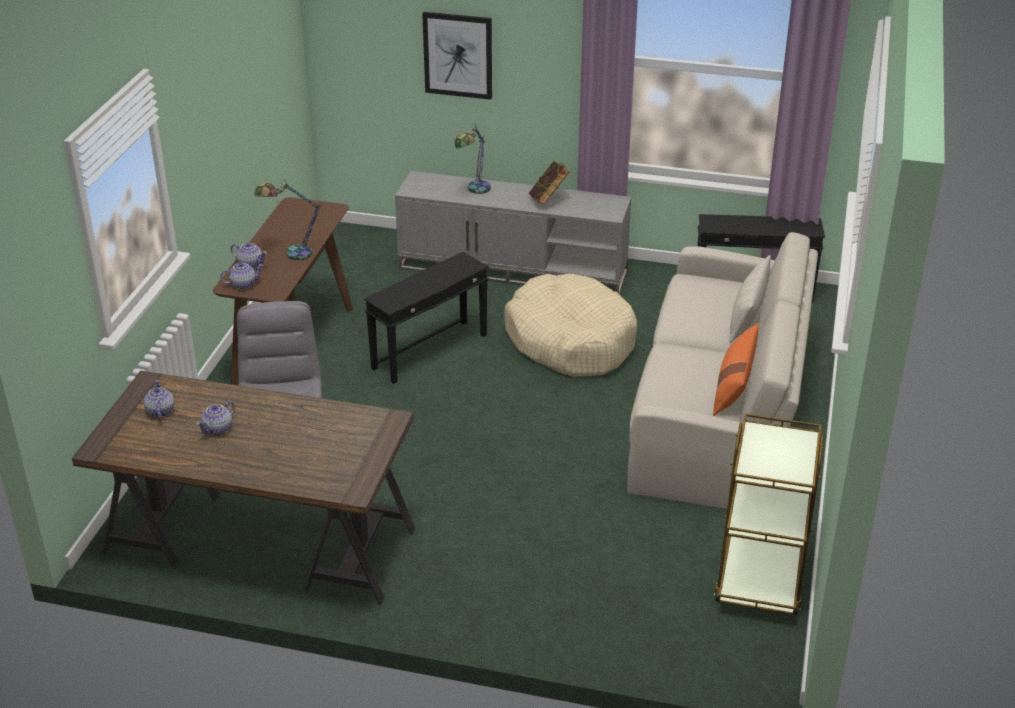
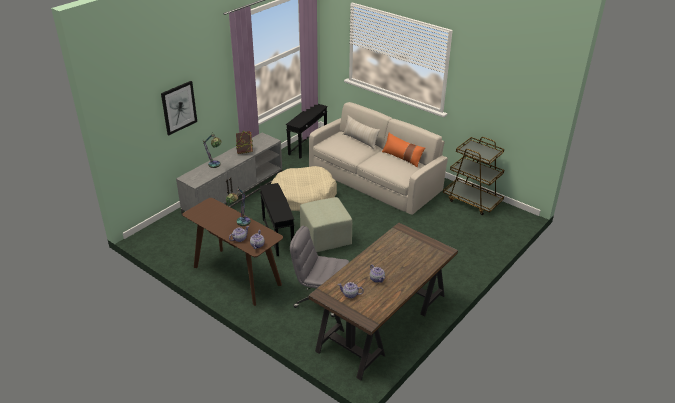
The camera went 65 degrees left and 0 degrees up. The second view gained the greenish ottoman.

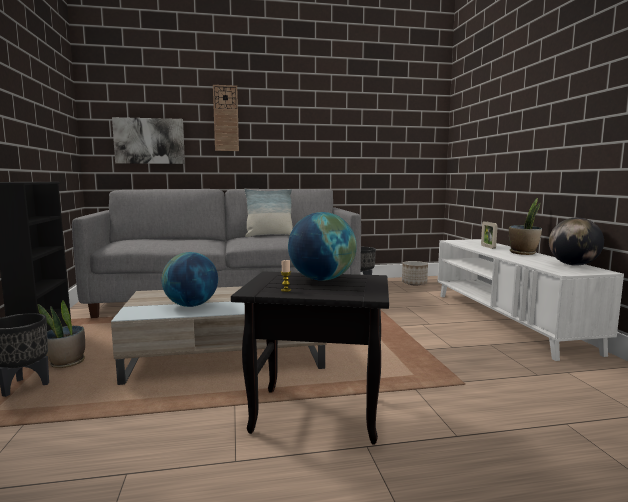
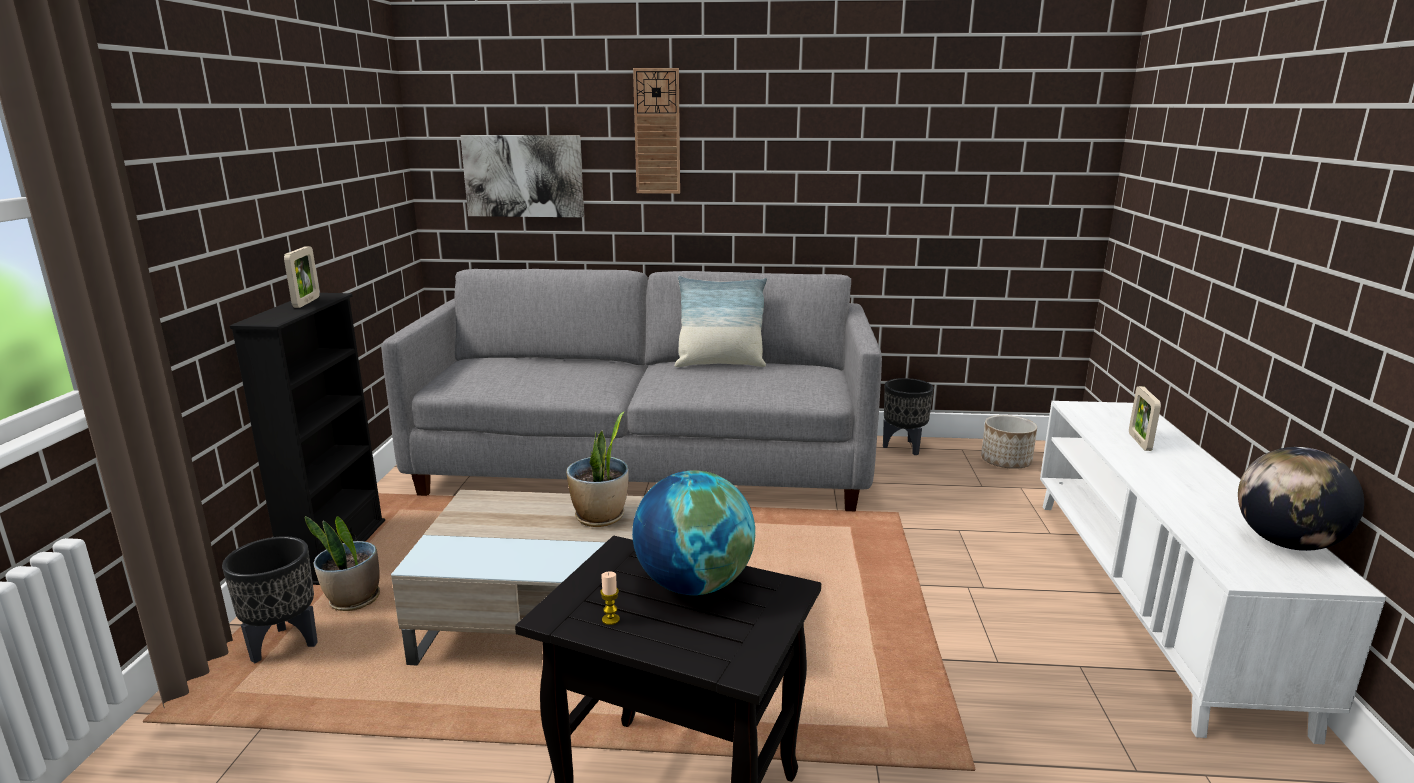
The camera went 15 degrees right and 10 degrees up. The second view lost the desk globe (no. 1 from left). The houseplant (no. 2 from left) ended up elsewhere. The second view gained the picture frame (no. 1 from left).

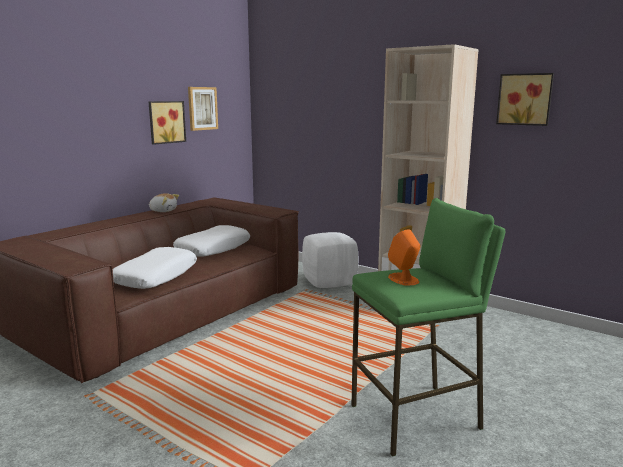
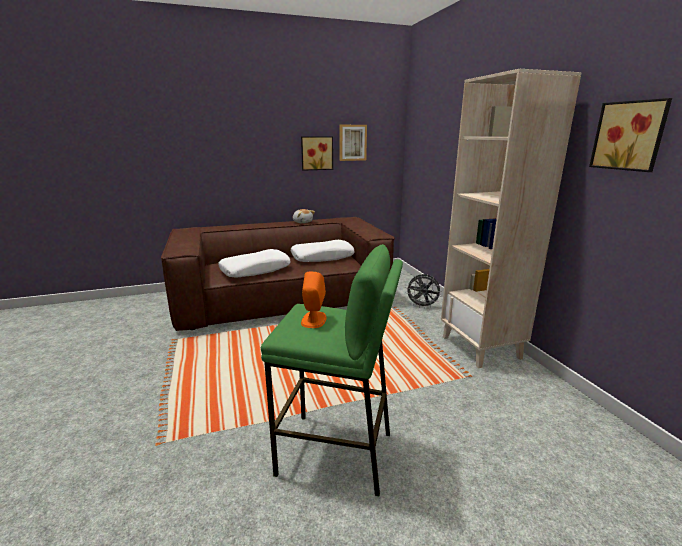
The camera went 35 degrees right and 5 degrees up. Where the whitish ottoman stood, the grey fan came to stand.

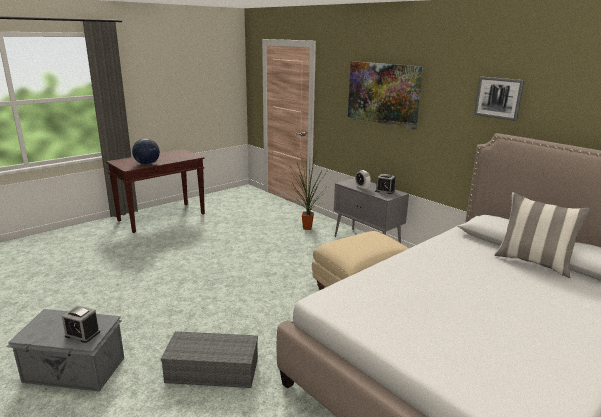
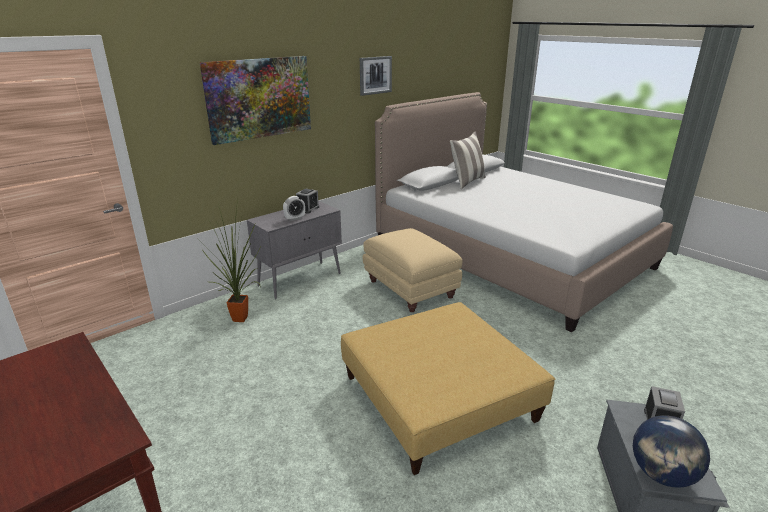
The camera went 90 degrees left and 5 degrees up. The desk globe ended up elsewhere. The second view lost the grey storage box (no. 2 from left). The second view gained the beige-coloured ottoman (no. 2 from left).

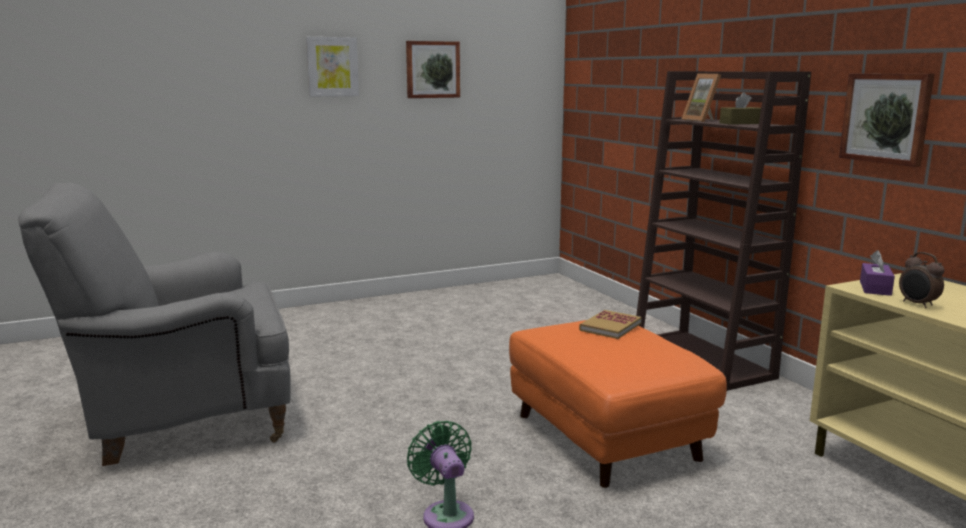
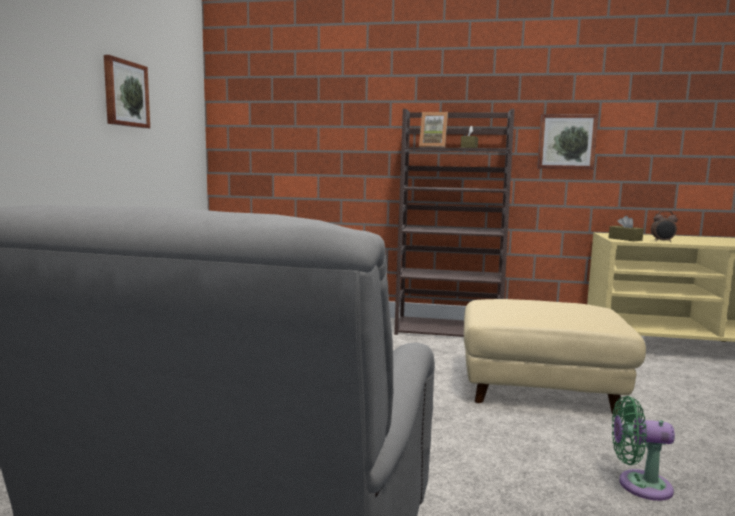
The camera went 55 degrees left and 5 degrees down. The second view lost the wall picture (no. 1 from left). What was the orange-coloured ottoman turned into the beige-coloured ottoman. The second view lost the bound book. What was the purple tissue holder turned into the brown-coloured tissue holder (no. 2 from left).

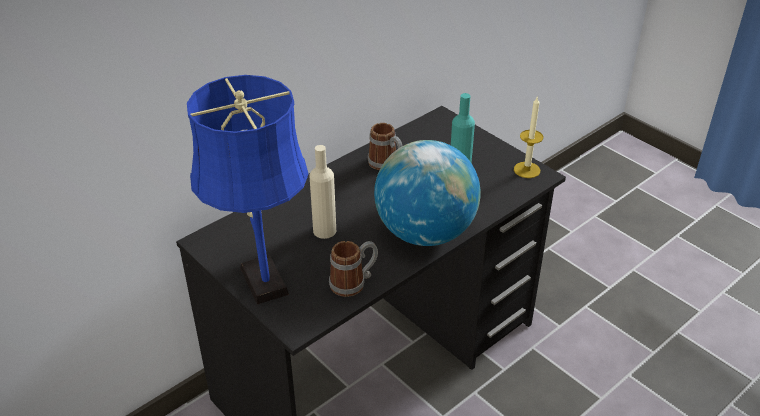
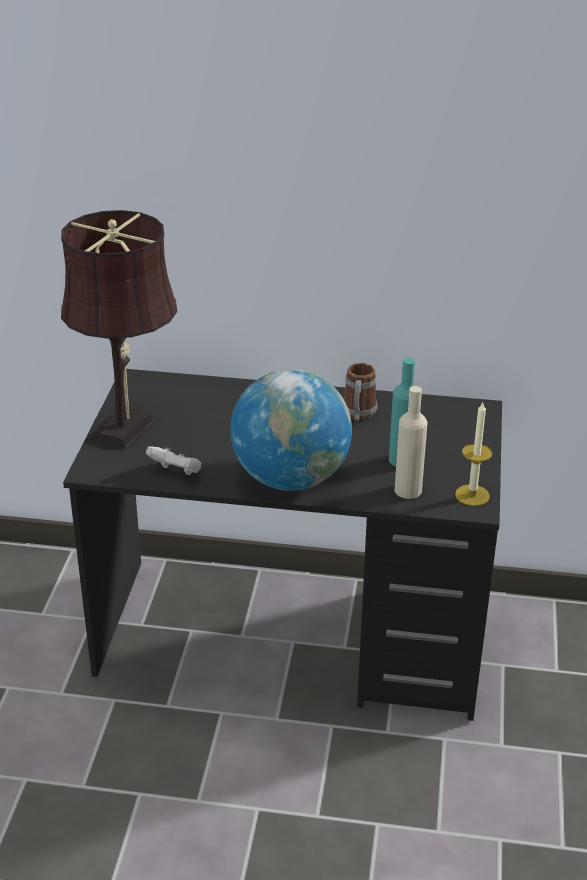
The camera went 50 degrees right and 5 degrees down. What was the blue lamp for a table turned into the brown-coloured lamp for a table. The beige-coloured drink bottle ended up elsewhere. Where the tea mug (no. 1 from left) stood, the whitish gamepad came to stand.

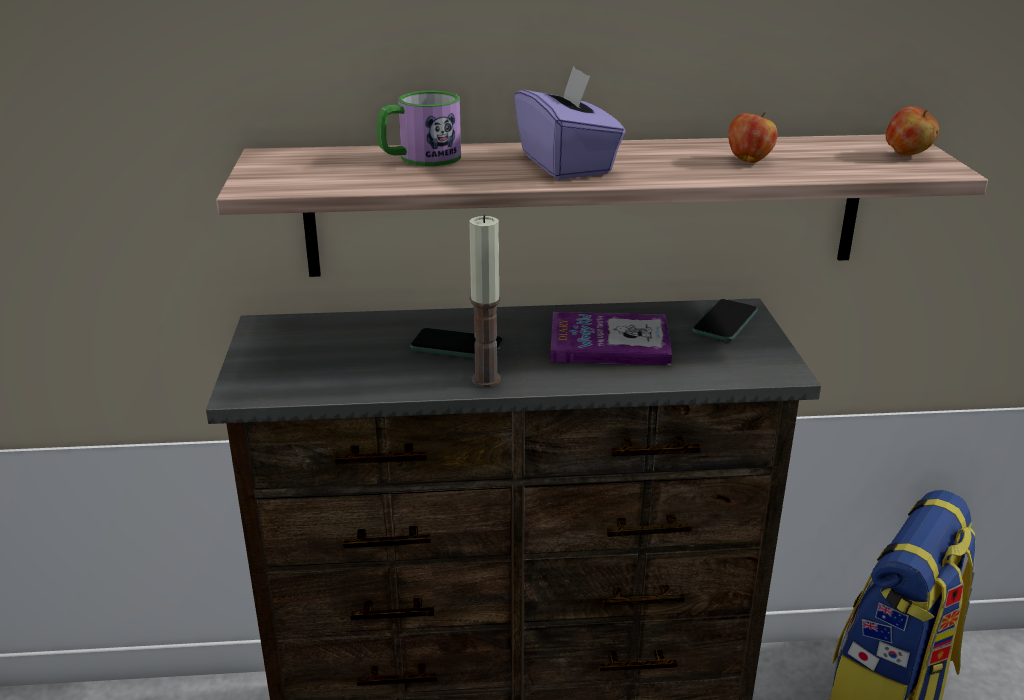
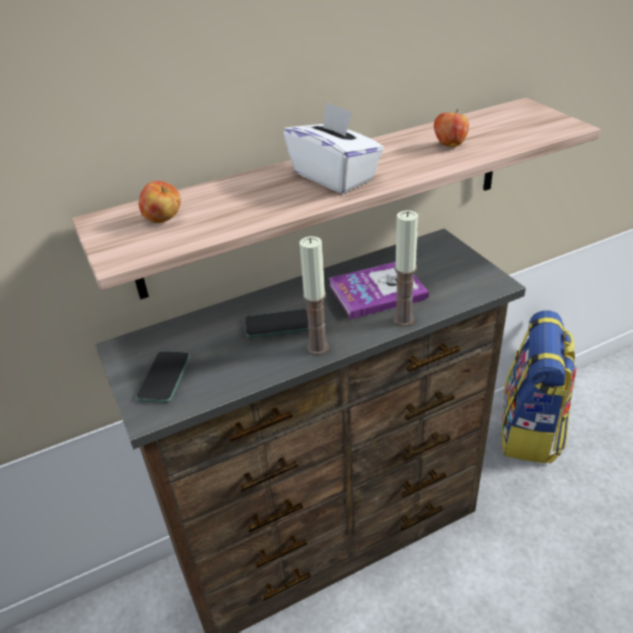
The camera went 20 degrees left and 10 degrees up. The second view lost the tea mug. What was the purple tissue holder turned into the whitish tissue holder. The handset (no. 2 from left in the first image) ended up elsewhere. The whole apple (no. 2 from left in the first image) ended up elsewhere. The second view gained the candle (no. 2 from left).

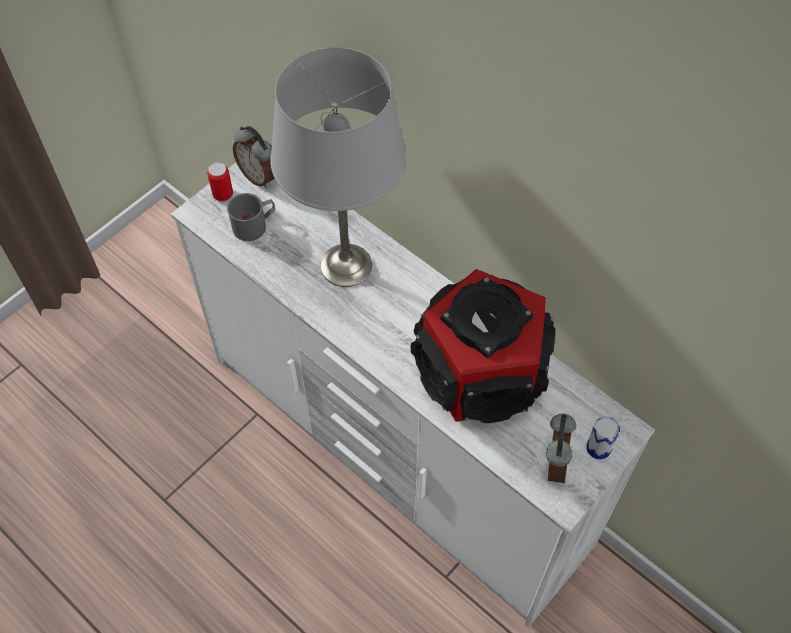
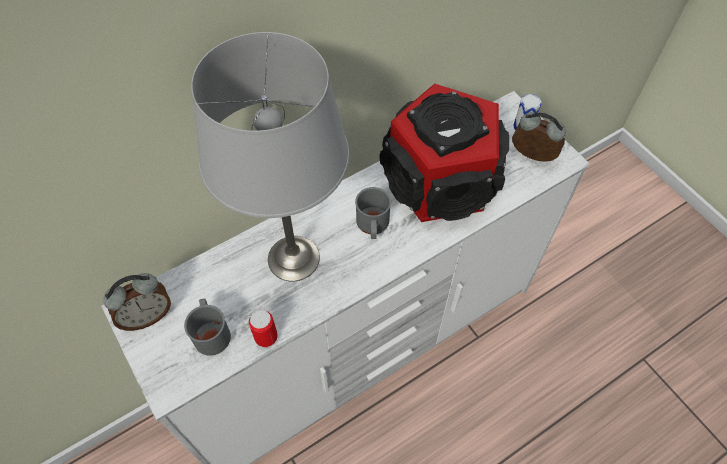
The camera went 75 degrees left and 0 degrees up. The metal can (no. 1 from left) ended up elsewhere. The second view gained the grey tea mug (no. 2 from left).

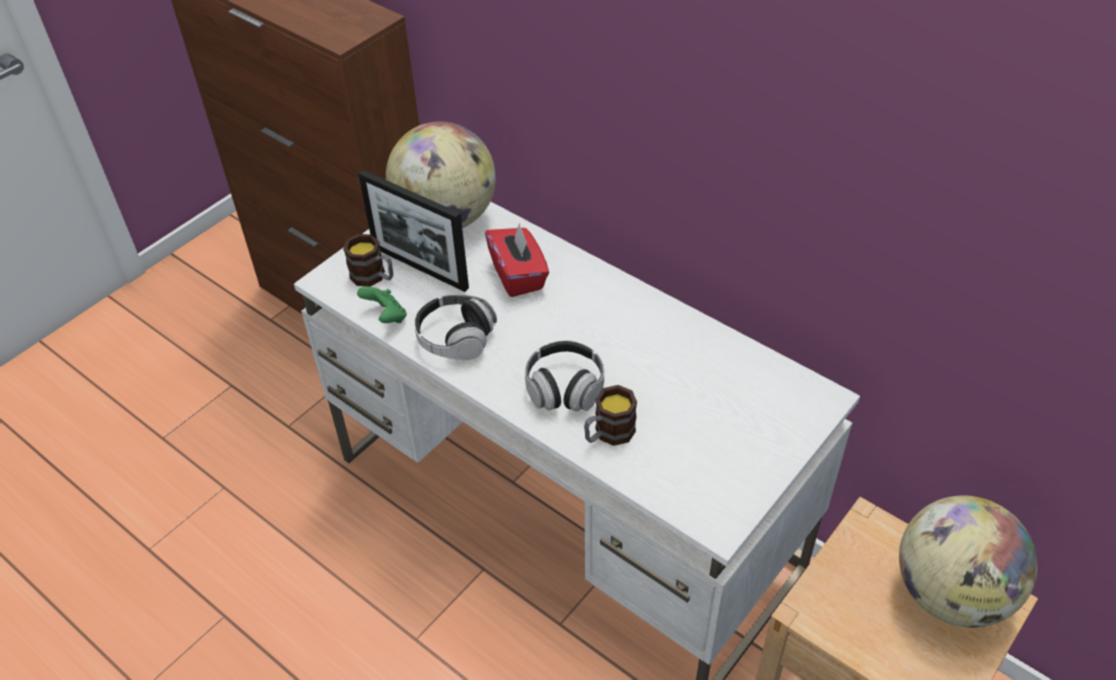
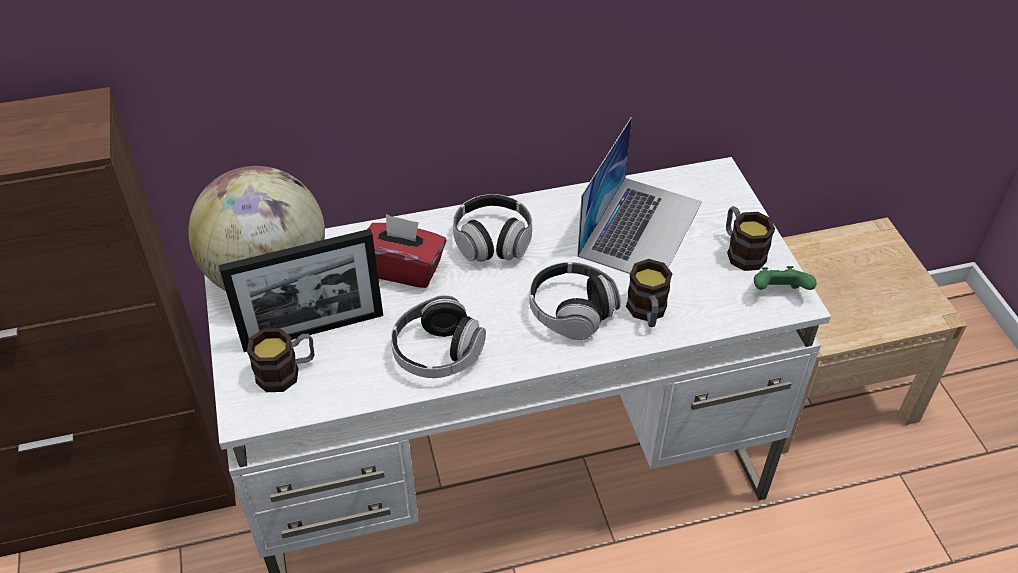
The camera went 55 degrees left and 0 degrees up. The greenish gamepad ended up elsewhere. The second view lost the desk globe (no. 2 from left). The second view gained the pair of headphones (no. 2 from left). The second view gained the portable computer. The second view gained the tea mug (no. 3 from left).

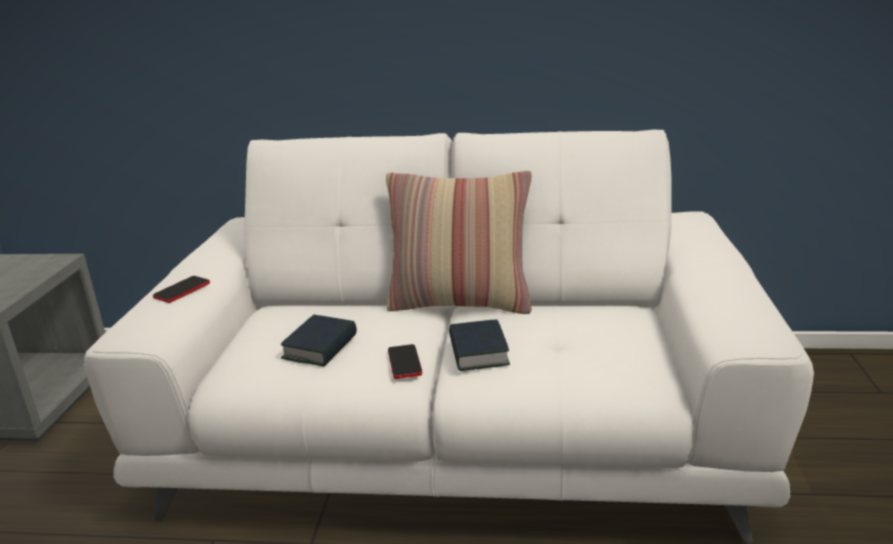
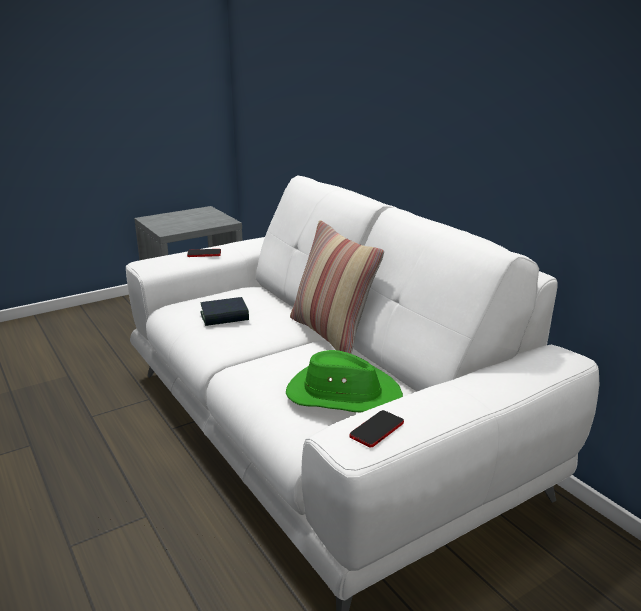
The camera went 50 degrees right and 0 degrees up. The handset (no. 2 from left) ended up elsewhere. The second view lost the bound book (no. 2 from left). The second view gained the greenish hat.

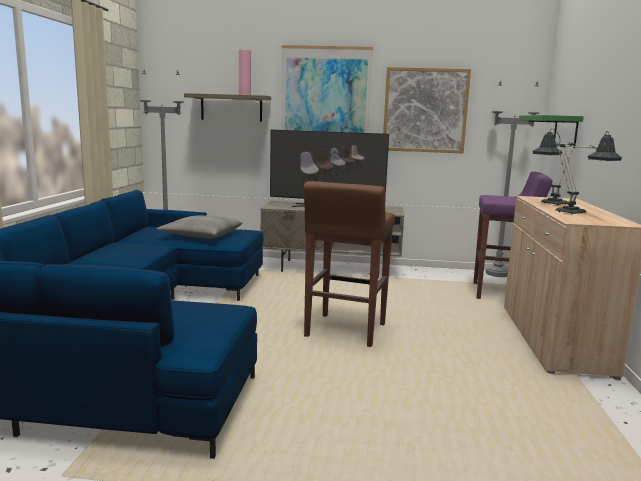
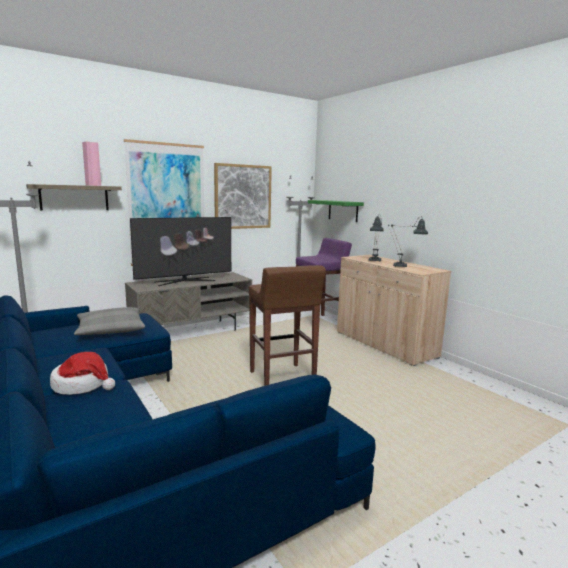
The camera went 40 degrees left and 0 degrees up. The second view gained the hat.

